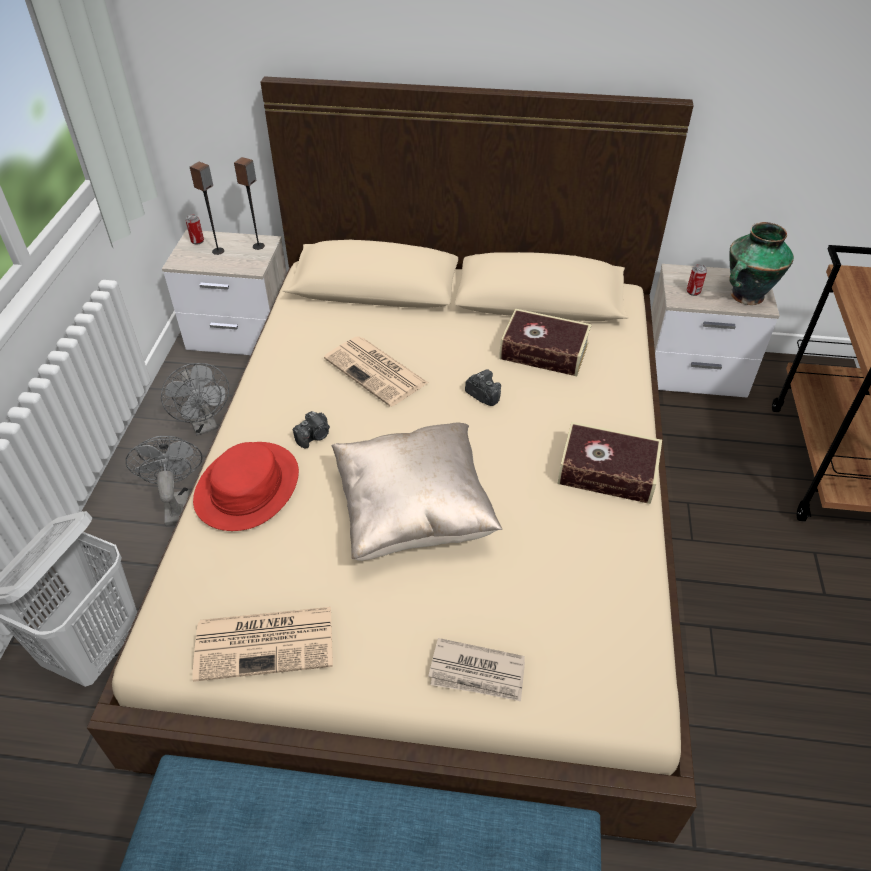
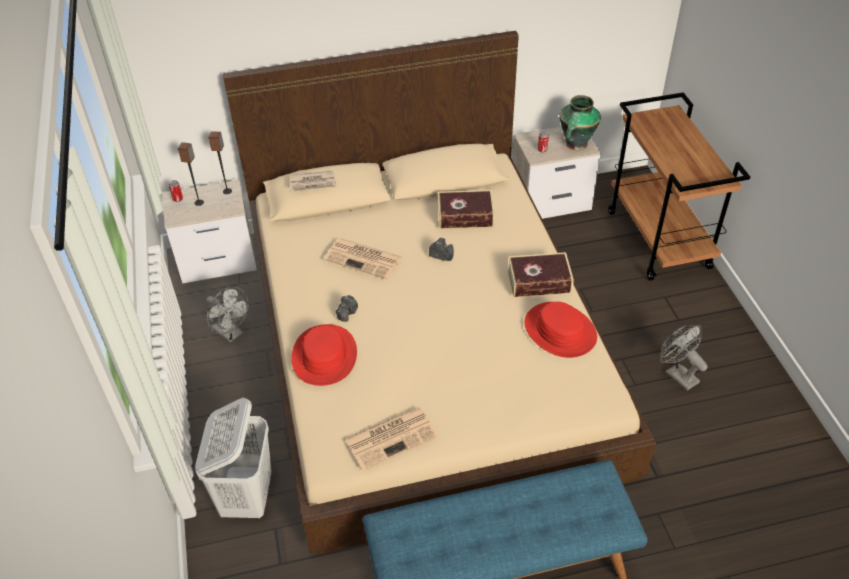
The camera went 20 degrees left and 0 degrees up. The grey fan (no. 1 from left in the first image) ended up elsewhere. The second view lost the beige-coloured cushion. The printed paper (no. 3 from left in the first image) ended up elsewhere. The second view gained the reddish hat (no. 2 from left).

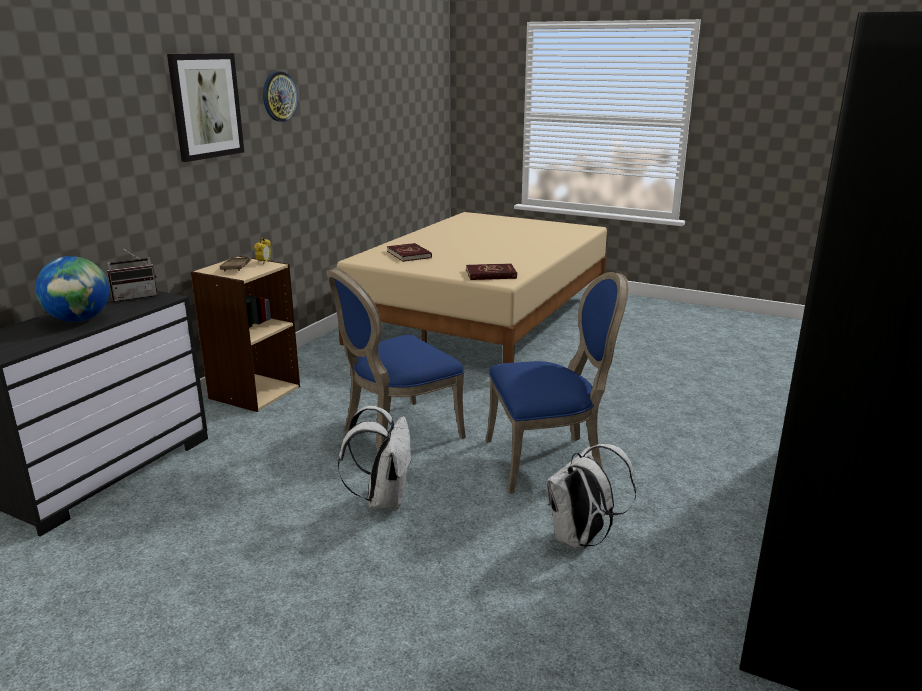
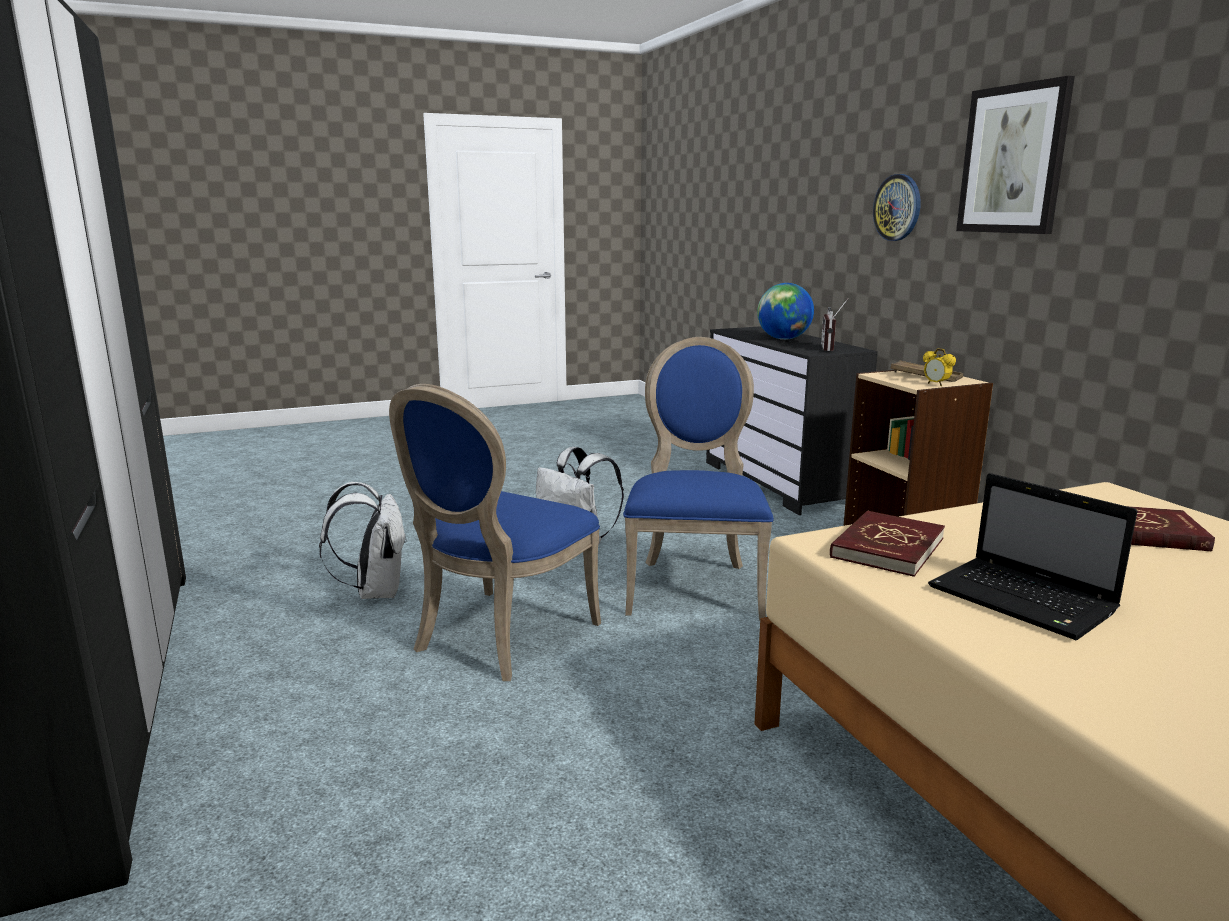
The camera went 130 degrees right and 5 degrees down. The hanging clock ended up elsewhere. The second view gained the portable computer.

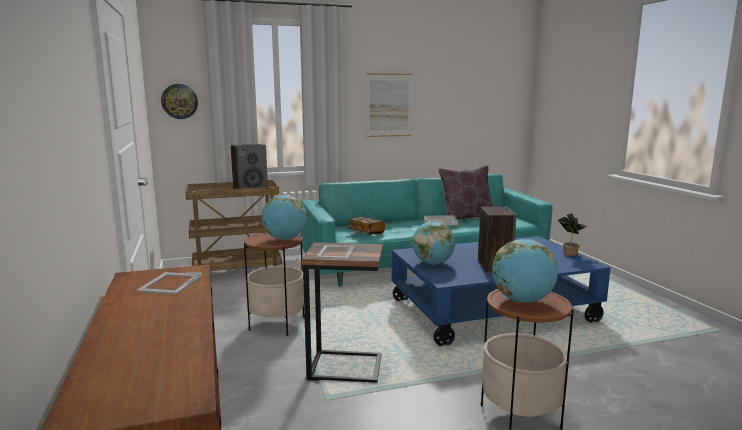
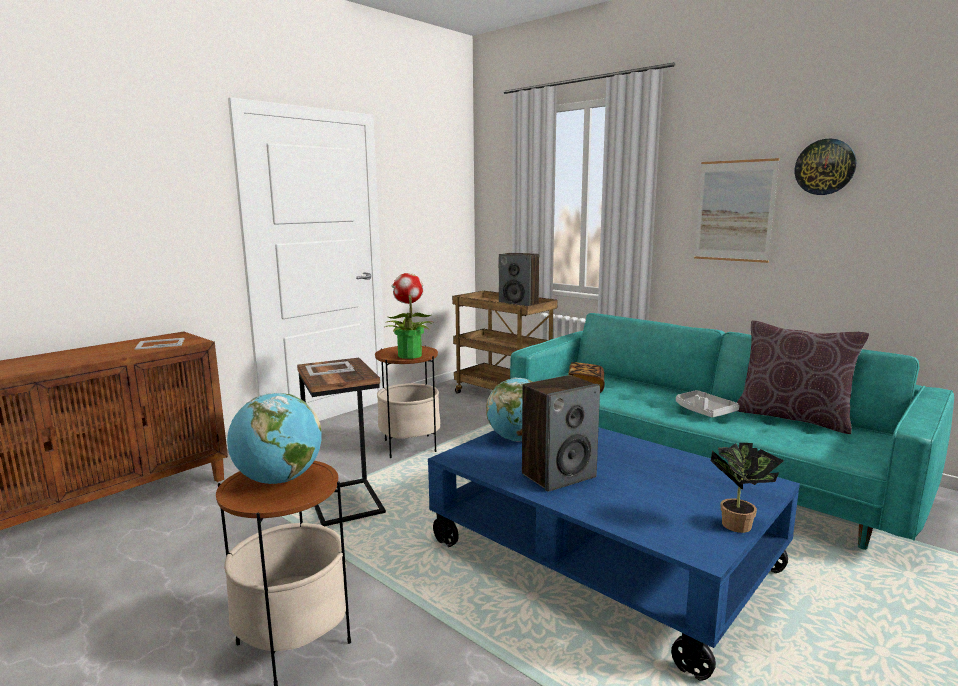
The camera went 60 degrees right and 0 degrees up. The hanging clock ended up elsewhere. Where the desk globe (no. 1 from left) stood, the houseplant (no. 1 from left) came to stand.

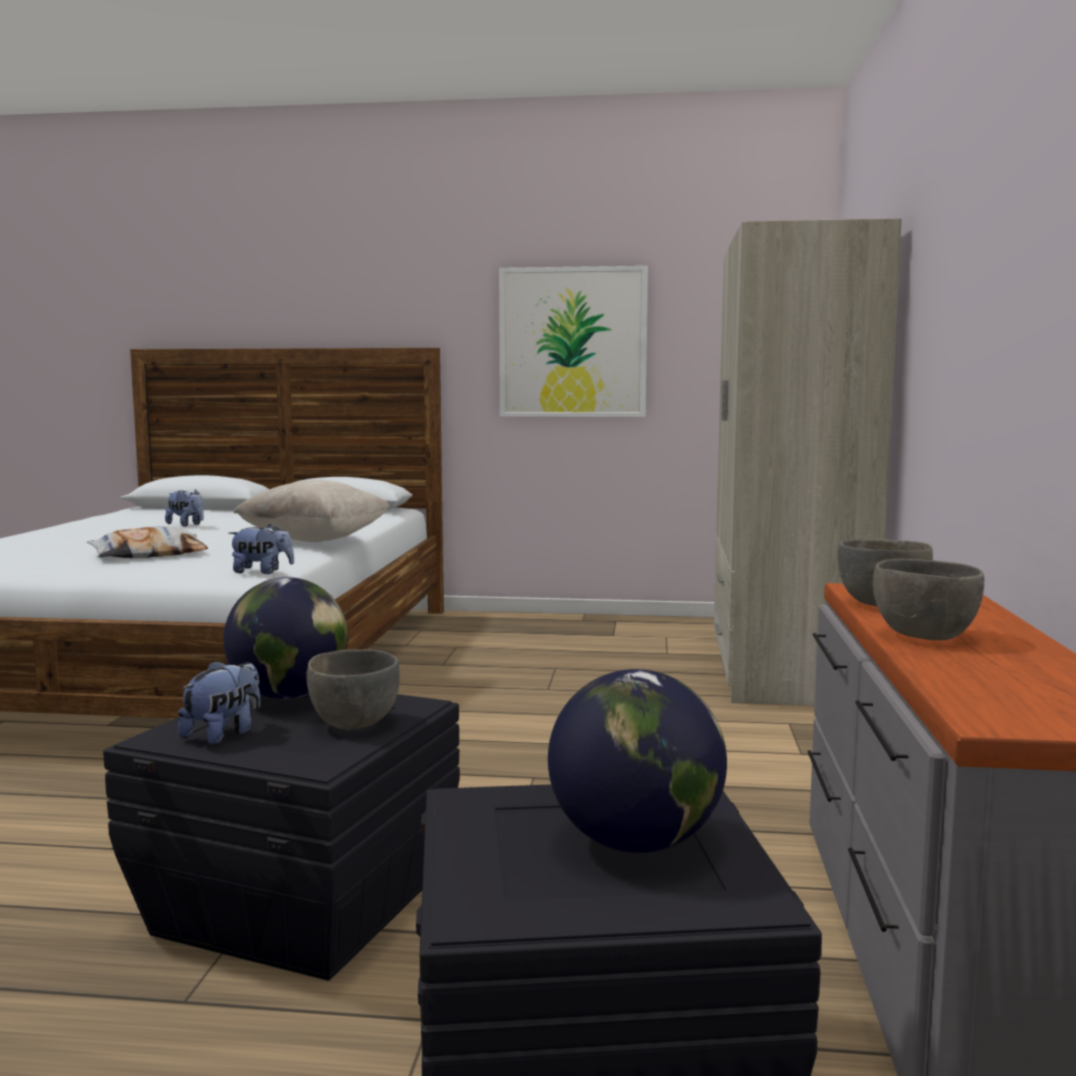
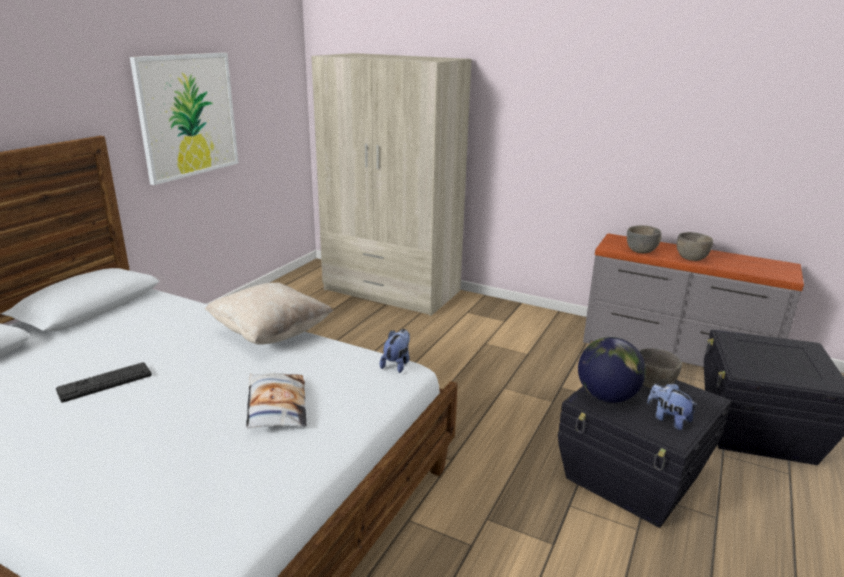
The camera went 70 degrees left and 15 degrees up. Where the soft toy (no. 1 from left) stood, the PC keyboard came to stand. The second view lost the desk globe (no. 2 from left).

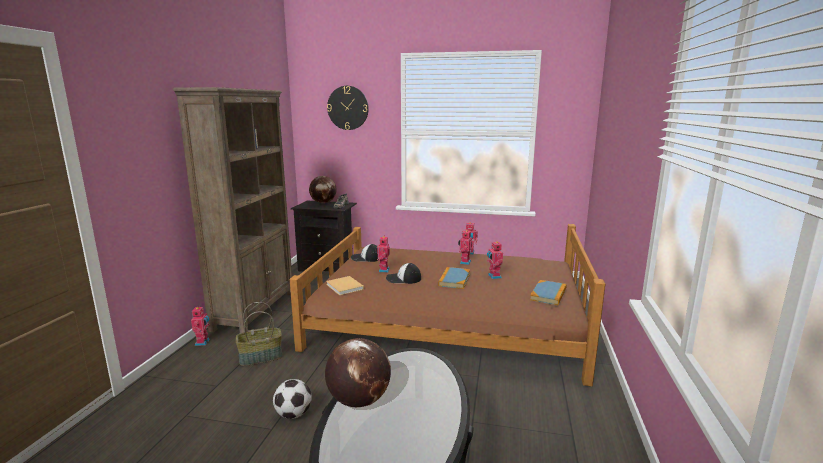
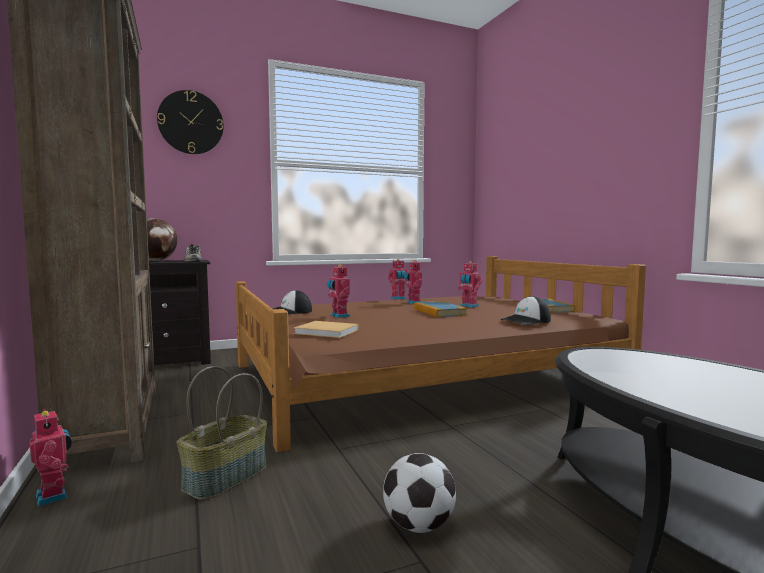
The camera went 35 degrees left and 10 degrees down. The second view lost the desk globe (no. 2 from left). The peaked cap (no. 2 from left) ended up elsewhere.

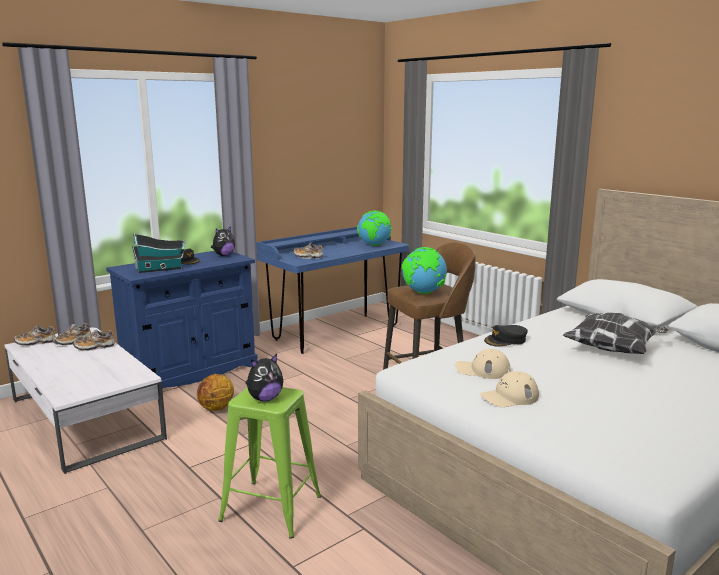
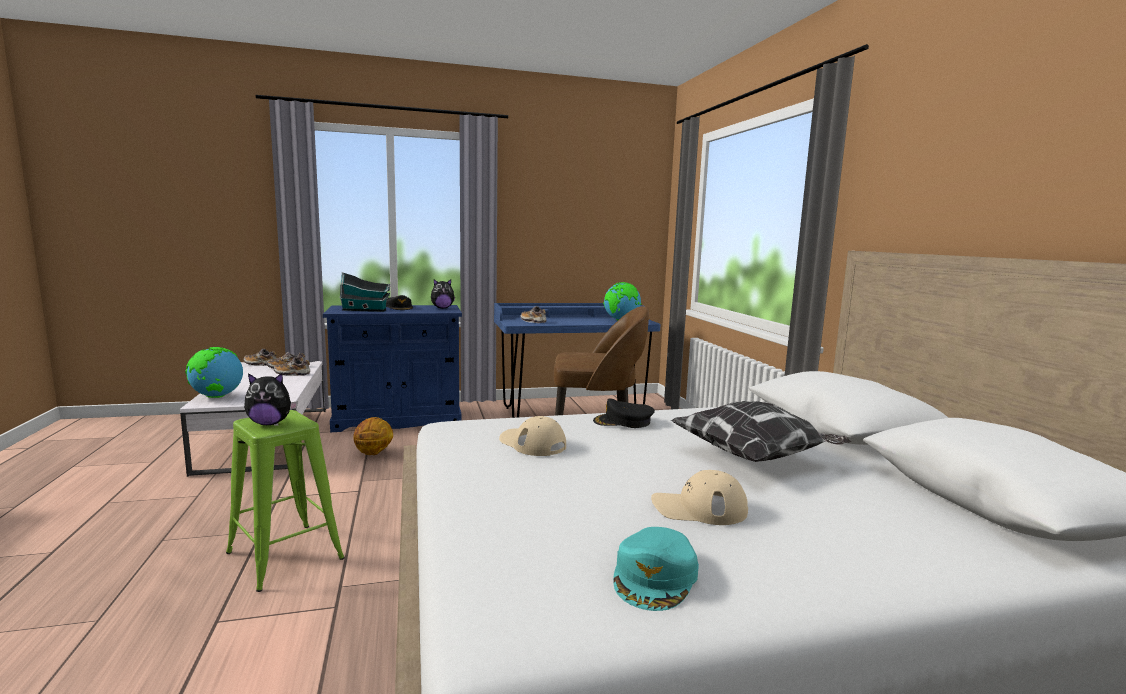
The camera went 25 degrees right and 5 degrees down. The desk globe (no. 2 from left in the first image) ended up elsewhere. The beige-coloured peaked cap (no. 2 from left) ended up elsewhere. The second view gained the turquoise peaked cap.

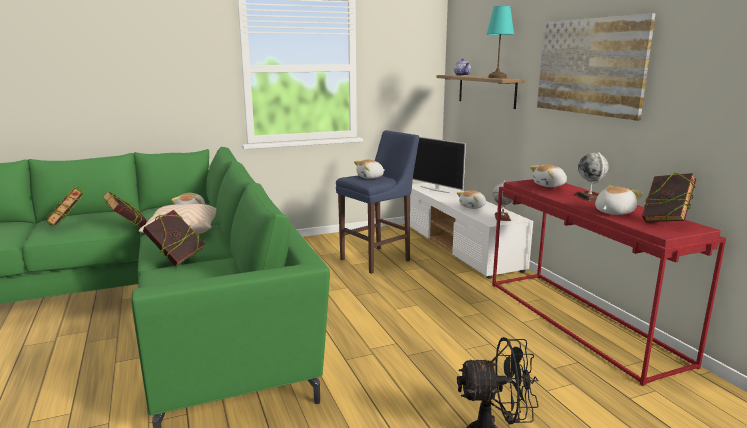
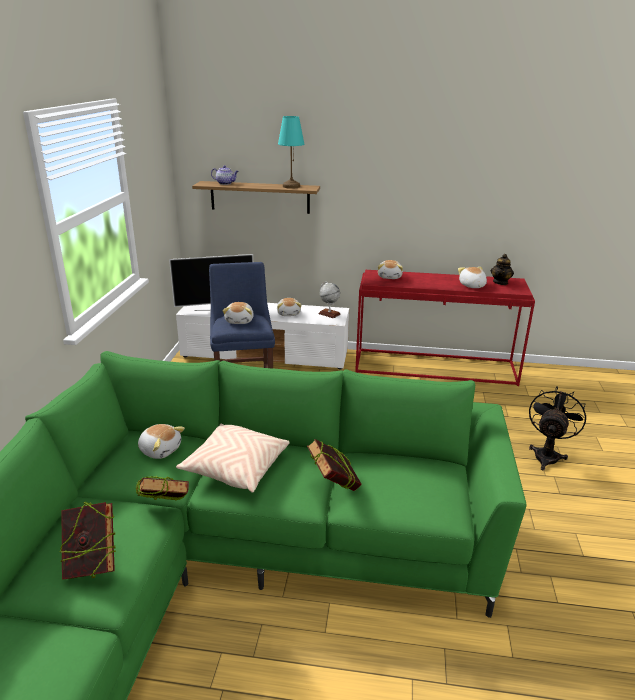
The camera went 60 degrees left and 10 degrees up. The second view lost the wall picture. The second view lost the desk globe (no. 2 from left). Where the bound book (no. 4 from left) stood, the tea pot (no. 2 from left) came to stand.

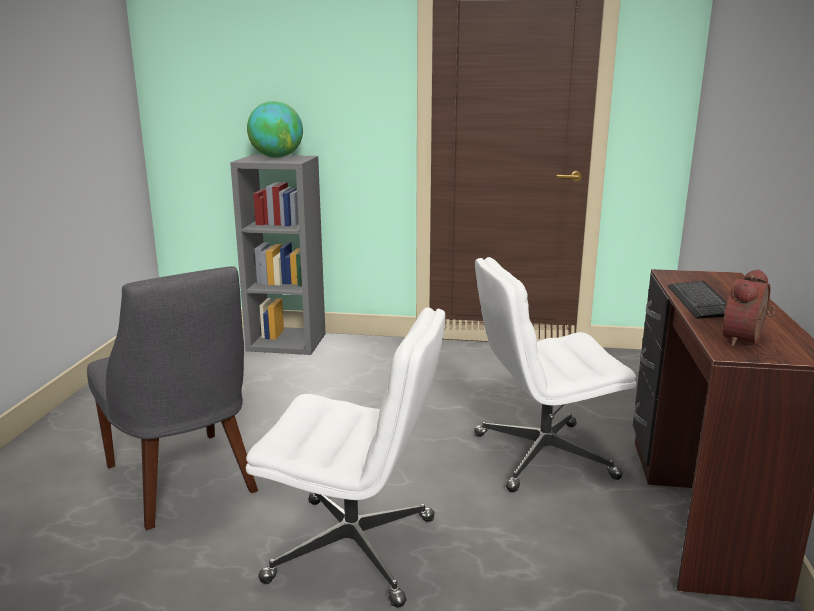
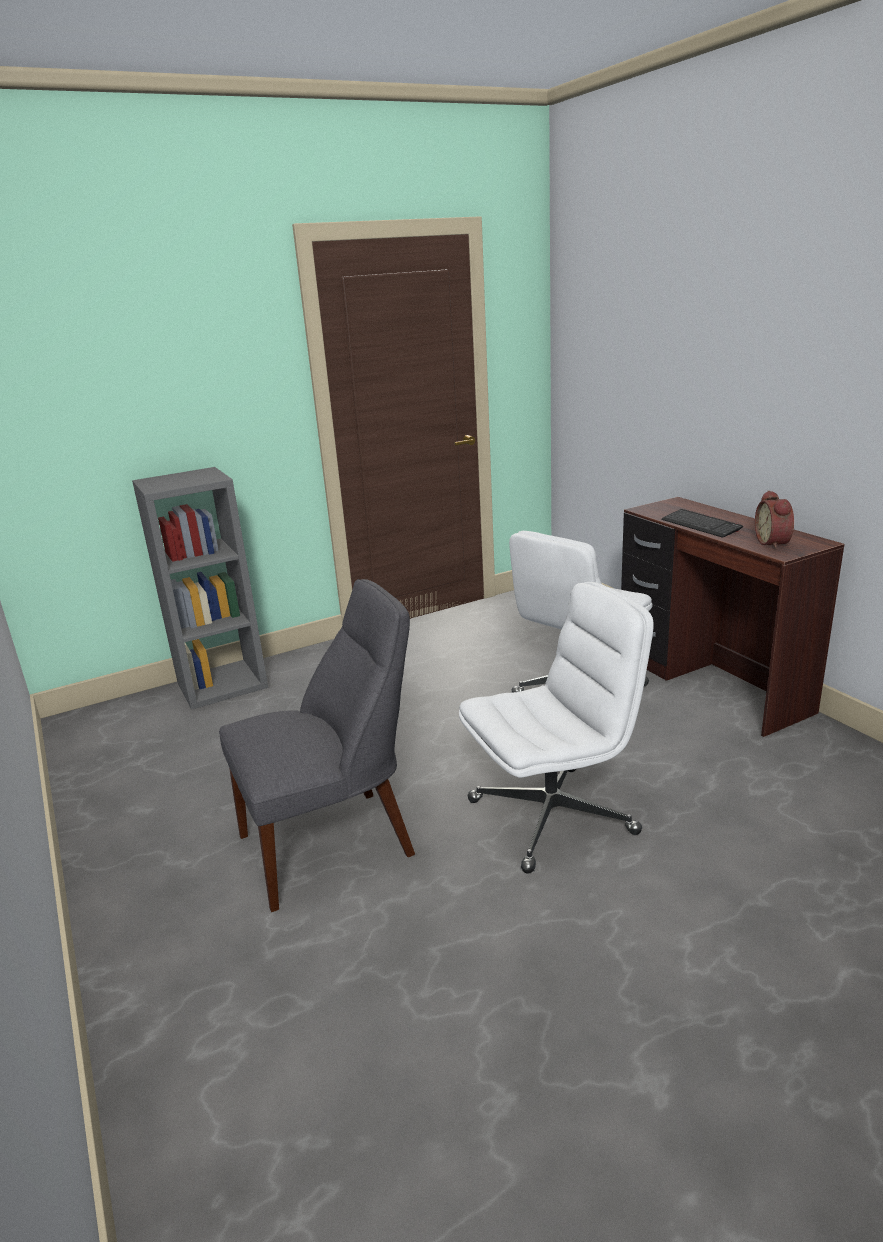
The camera went 35 degrees left and 5 degrees up. The grey plain chair ended up facing another way, 45 degrees counterclockwise from before. The second view lost the desk globe.

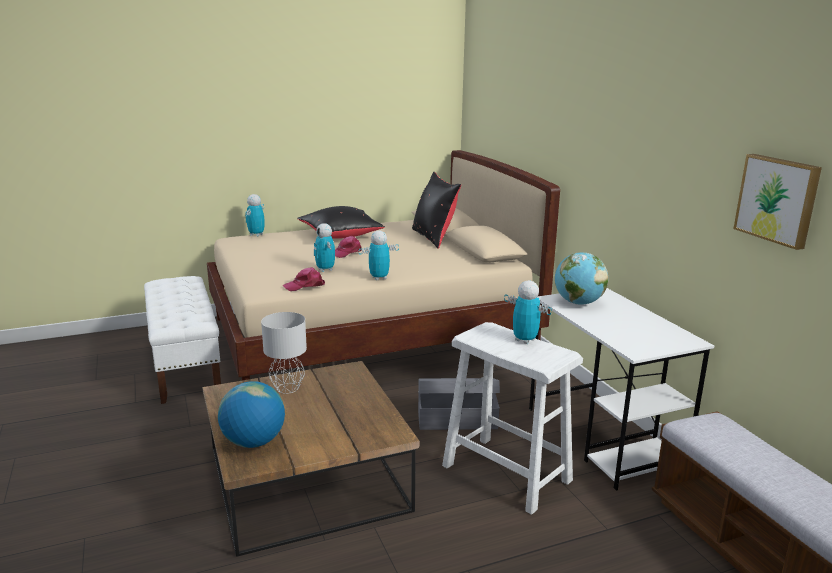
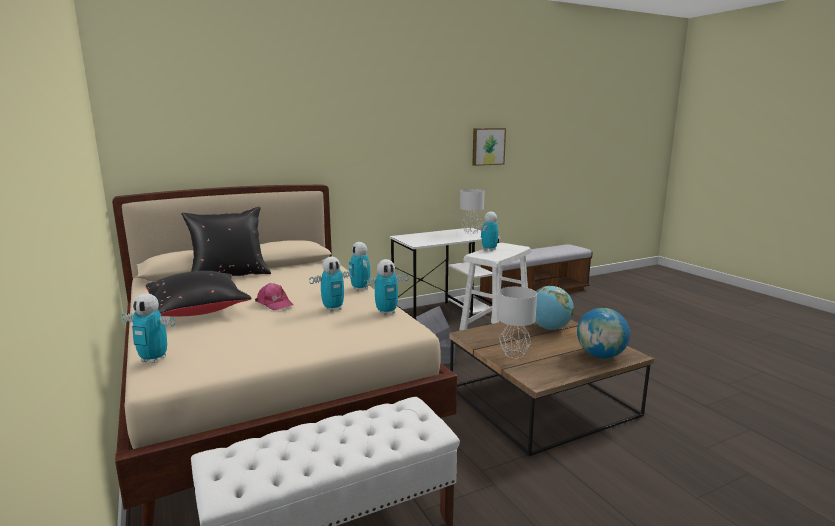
The camera went 95 degrees left and 5 degrees down. Where the pink-coloured peaked cap (no. 1 from left) stood, the model robot (no. 4 from left) came to stand. The desk globe (no. 2 from left in the first image) ended up elsewhere. The second view gained the grey lamp for a table (no. 1 from left).

